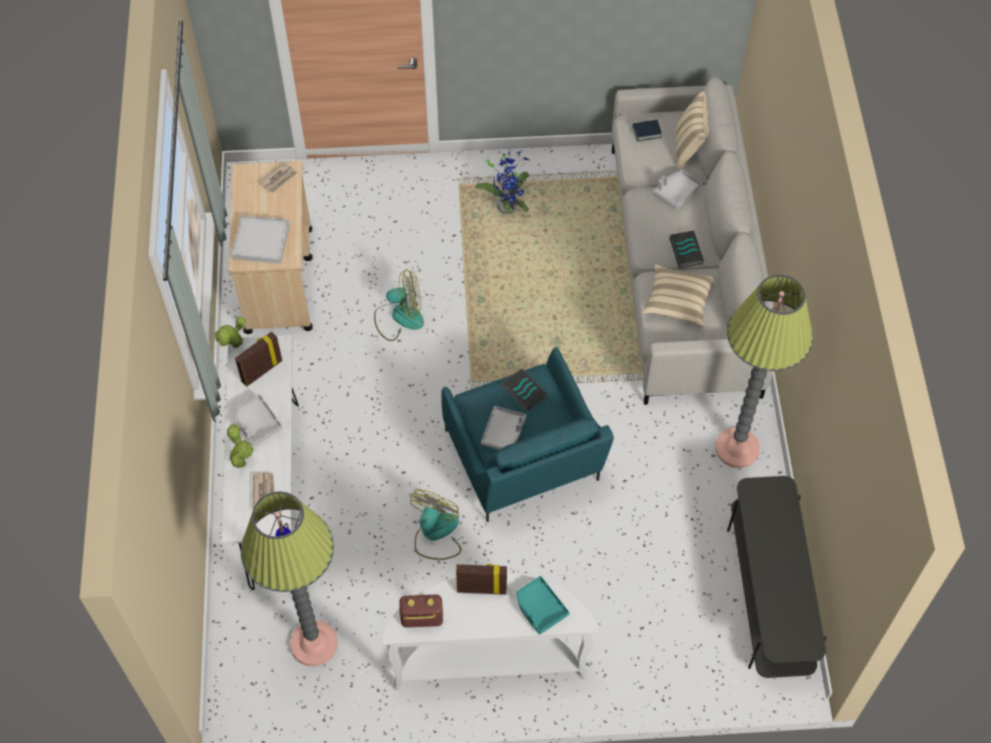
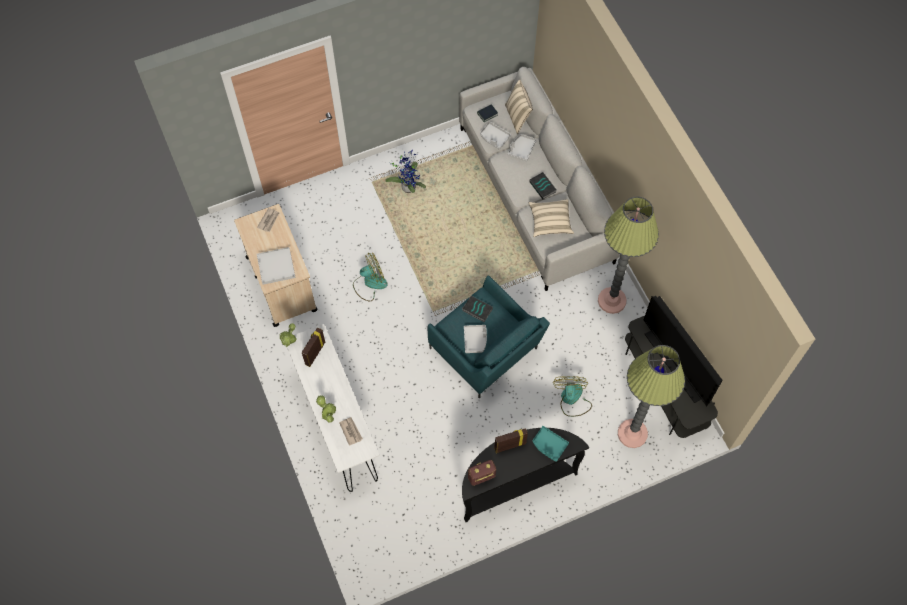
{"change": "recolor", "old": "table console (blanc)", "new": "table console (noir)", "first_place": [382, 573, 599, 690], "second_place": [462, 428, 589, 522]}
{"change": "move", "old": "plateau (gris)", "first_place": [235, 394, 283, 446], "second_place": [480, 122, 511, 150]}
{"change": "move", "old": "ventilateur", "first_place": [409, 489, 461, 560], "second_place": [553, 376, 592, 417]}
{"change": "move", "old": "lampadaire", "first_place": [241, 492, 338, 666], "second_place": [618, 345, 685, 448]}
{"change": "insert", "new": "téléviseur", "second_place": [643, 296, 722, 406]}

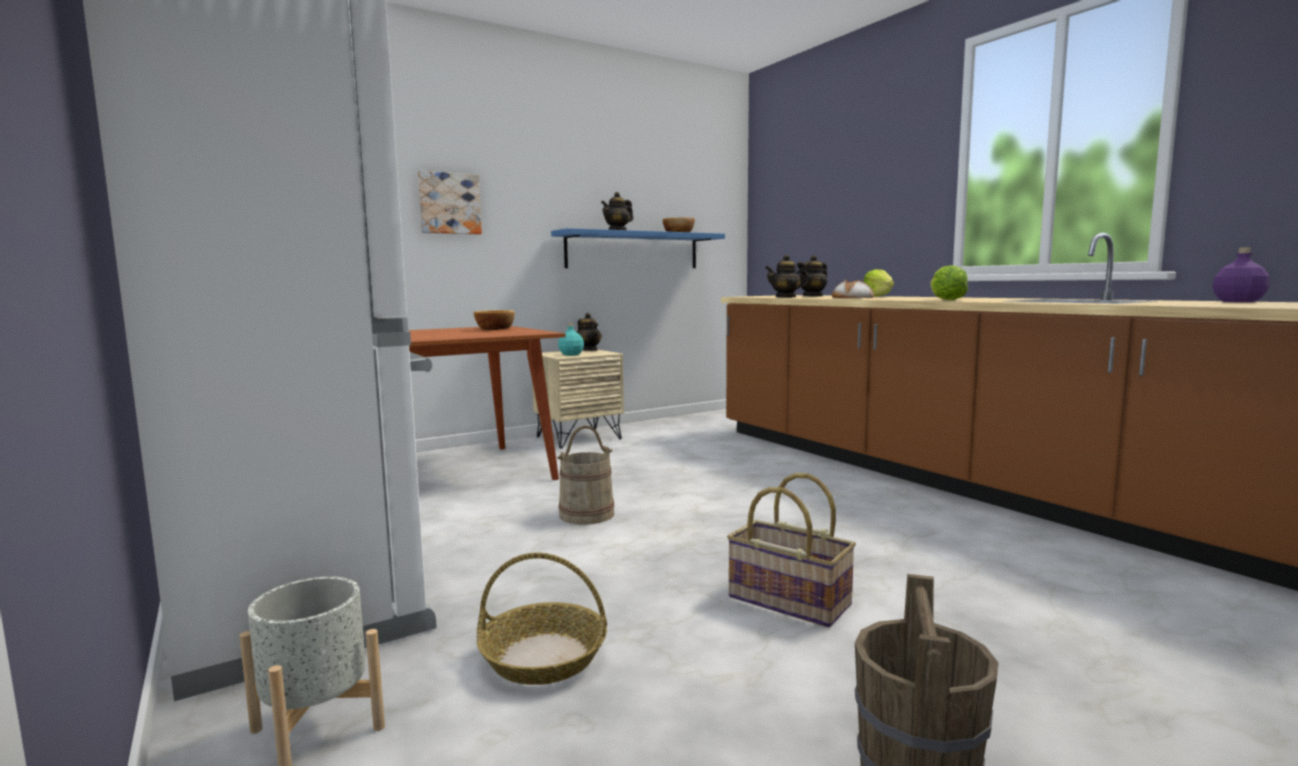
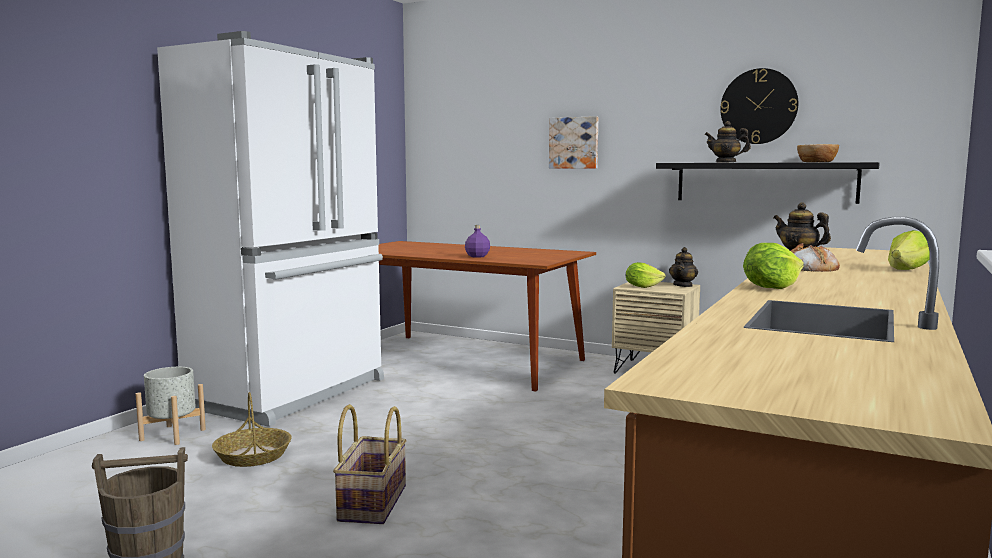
{"change": "move", "old": "bouteille (violet)", "first_place": [1212, 247, 1270, 302], "second_place": [465, 225, 490, 258]}
{"change": "replace", "old": "bouteille (turquoise)", "new": "laitue", "first_place": [558, 323, 584, 356], "second_place": [626, 262, 666, 288]}
{"change": "recolor", "old": "étagère (bleu)", "new": "étagère (noir)", "first_place": [551, 228, 725, 268], "second_place": [656, 162, 880, 204]}
{"change": "insert", "new": "horloge murale", "second_place": [720, 68, 798, 144]}
{"change": "delete", "old": "bol", "first_place": [474, 310, 515, 330]}
{"change": "delete", "old": "seau (beige)", "first_place": [557, 425, 614, 525]}
{"change": "delete", "old": "théière", "first_place": [799, 255, 827, 297]}

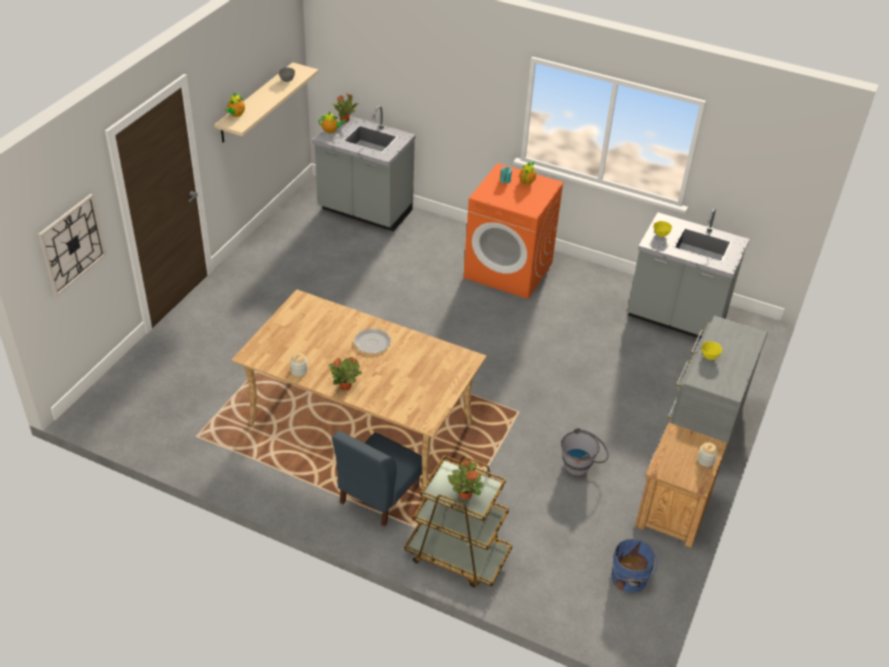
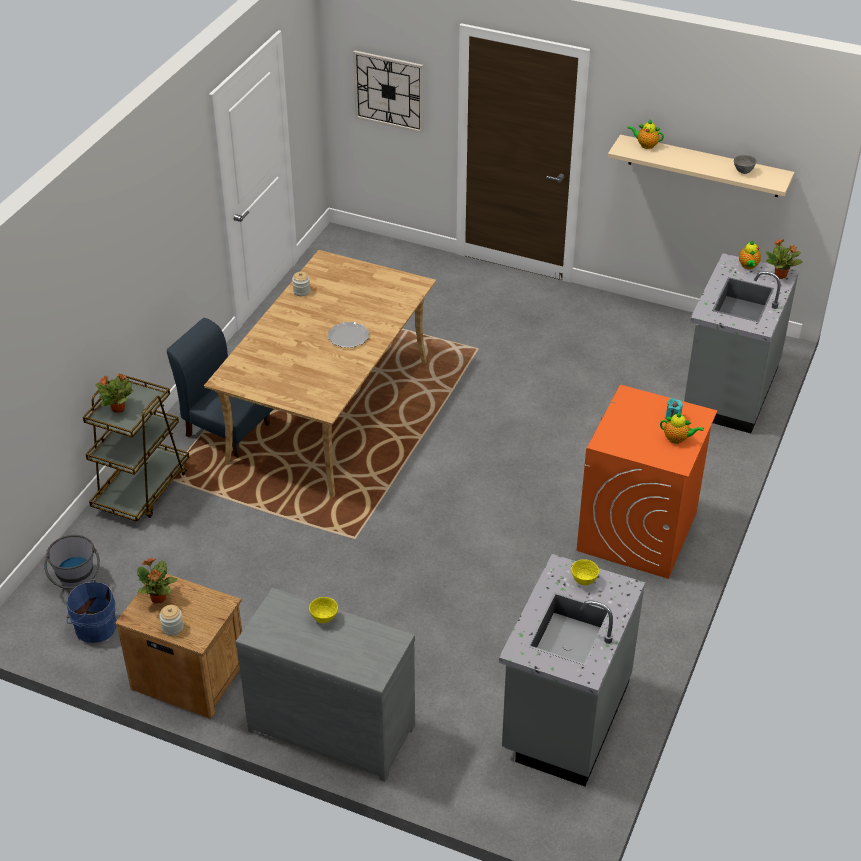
{"change": "move", "old": "seau (gris)", "first_place": [561, 428, 609, 476], "second_place": [44, 535, 100, 589]}
{"change": "move", "old": "plante en pot", "first_place": [328, 357, 362, 390], "second_place": [137, 558, 177, 604]}

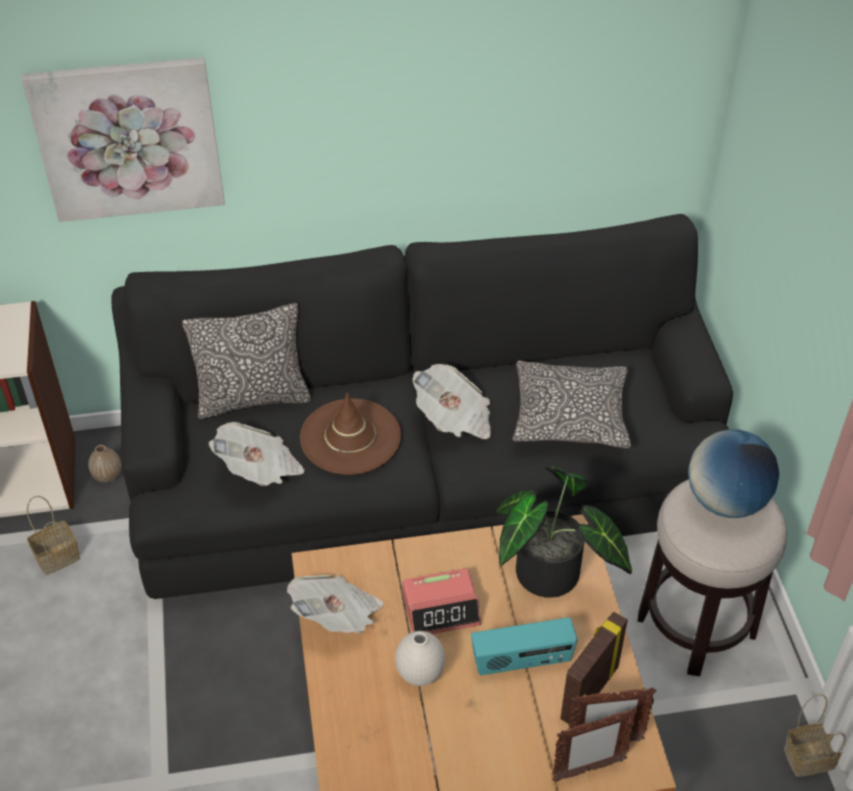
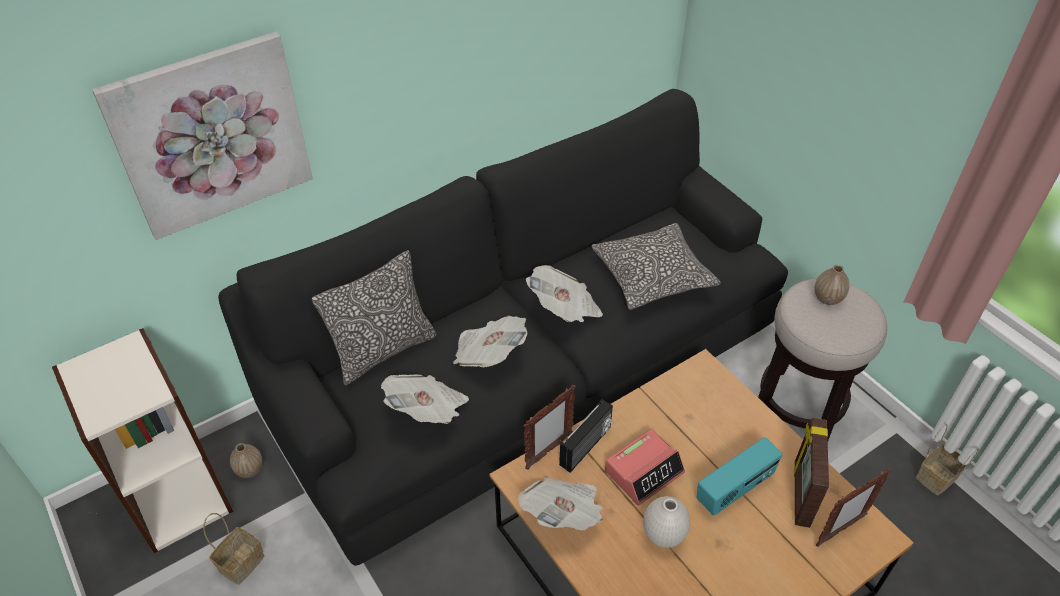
{"change": "replace", "old": "chapeau (marron)", "new": "journal", "first_place": [300, 393, 401, 475], "second_place": [453, 316, 527, 368]}
{"change": "move", "old": "cadre photo", "first_place": [552, 708, 638, 782], "second_place": [523, 385, 576, 469]}
{"change": "insert", "new": "radio", "second_place": [559, 399, 613, 473]}
{"change": "replace", "old": "globe", "new": "vase", "first_place": [688, 429, 779, 518], "second_place": [814, 265, 849, 305]}
{"change": "delete", "old": "plante en pot", "first_place": [495, 465, 632, 598]}

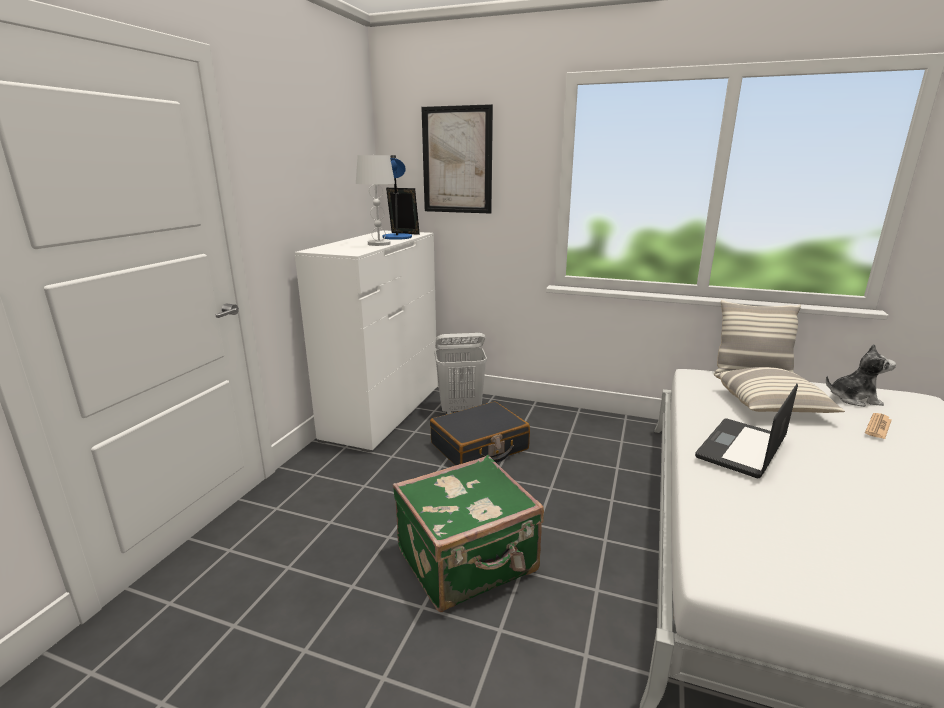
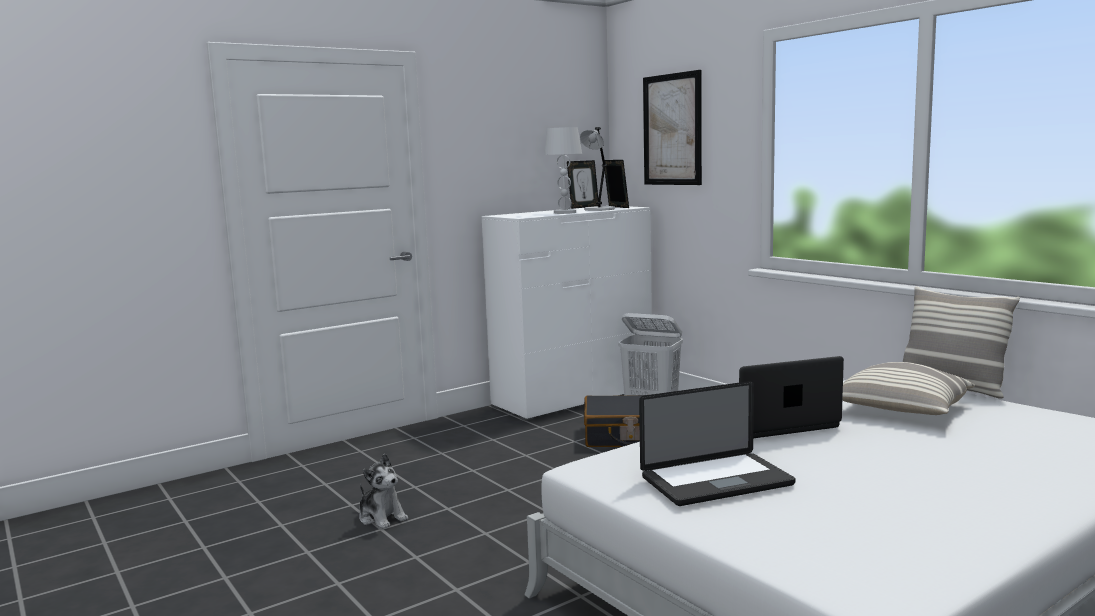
{"change": "move", "old": "peluche", "first_place": [826, 344, 896, 407], "second_place": [359, 453, 408, 529]}
{"change": "insert", "new": "cadre photo", "second_place": [567, 160, 598, 209]}
{"change": "recolor", "old": "lampe de table (bleu)", "new": "lampe de table (gris)", "first_place": [383, 155, 412, 240], "second_place": [580, 127, 615, 211]}
{"change": "insert", "new": "ordinateur portable", "second_place": [639, 381, 795, 506]}
{"change": "delete", "old": "valise (vert)", "first_place": [393, 455, 544, 612]}
{"change": "delete", "old": "journal", "first_place": [865, 413, 892, 439]}

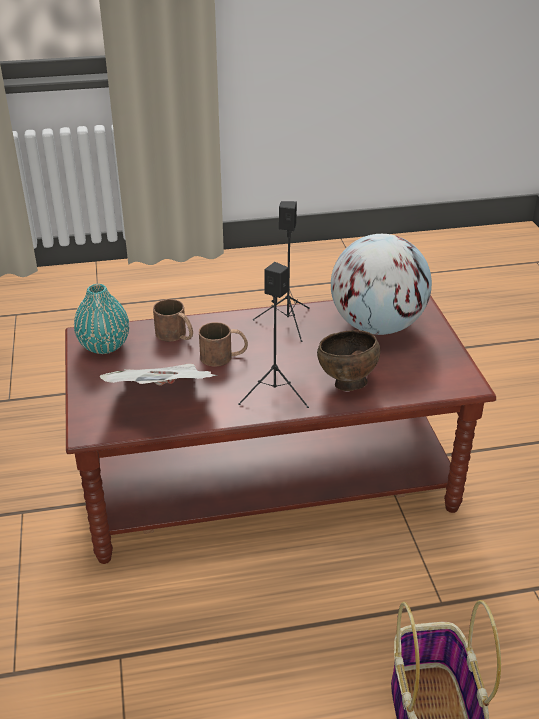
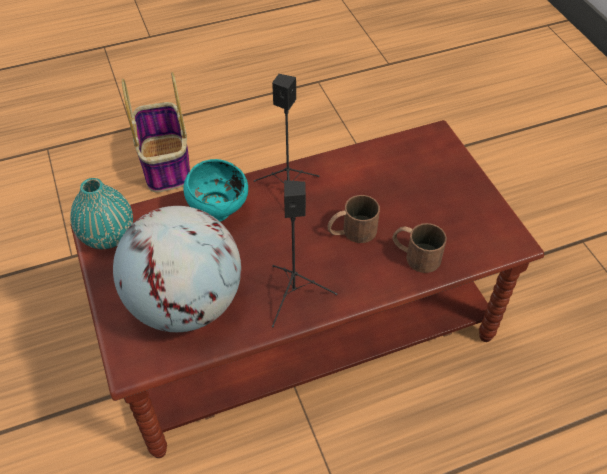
{"change": "move", "old": "vase (turquoise)", "first_place": [74, 284, 129, 354], "second_place": [70, 178, 133, 249]}
{"change": "recolor", "old": "bol (marron)", "new": "bol (turquoise)", "first_place": [317, 330, 380, 391], "second_place": [183, 159, 248, 221]}
{"change": "delete", "old": "journal", "first_place": [100, 364, 218, 386]}

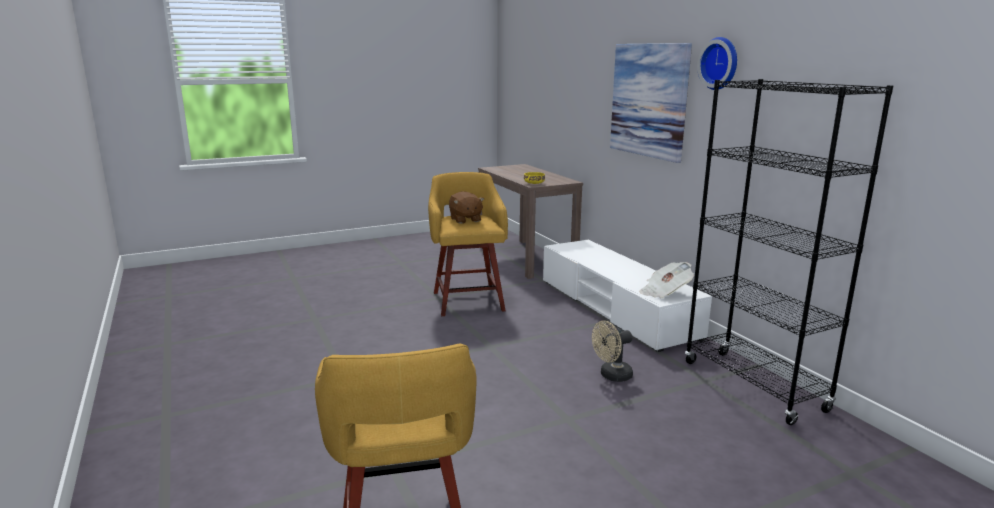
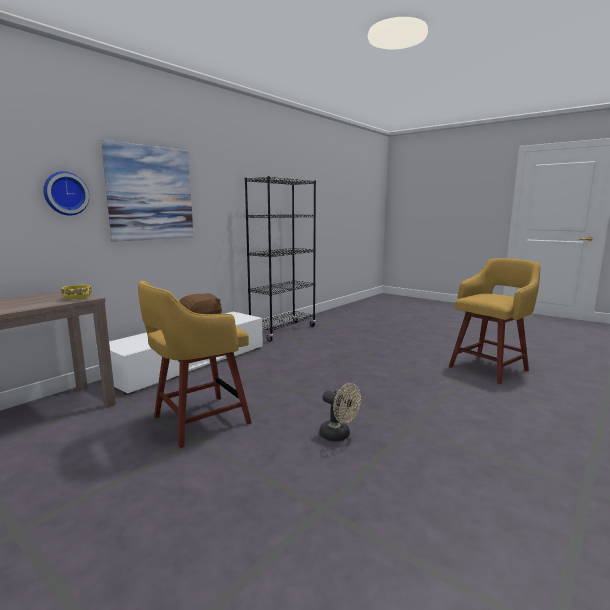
{"change": "move", "old": "horloge murale", "first_place": [697, 37, 737, 90], "second_place": [43, 171, 89, 216]}
{"change": "move", "old": "ventilateur (beige)", "first_place": [592, 321, 633, 382], "second_place": [319, 383, 361, 442]}
{"change": "delete", "old": "journal", "first_place": [639, 262, 694, 298]}

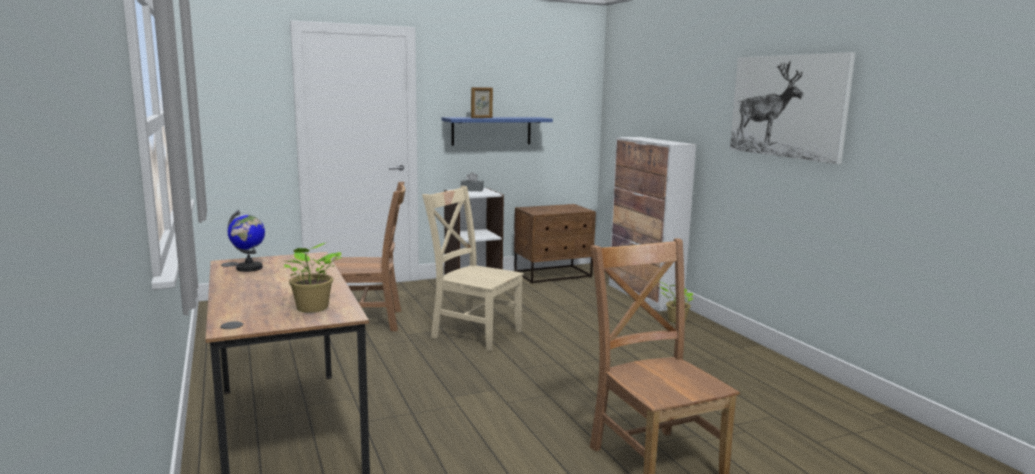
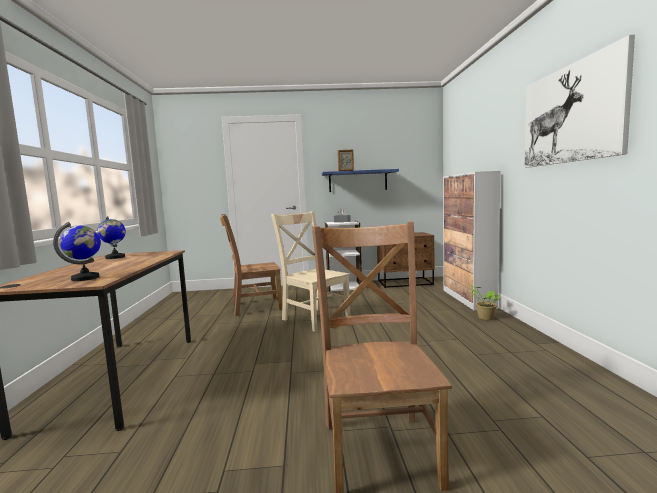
{"change": "replace", "old": "plante en pot", "new": "globe", "first_place": [283, 242, 342, 313], "second_place": [53, 222, 101, 281]}
{"change": "rotate", "old": "chaise (marron)", "first_place": [333, 182, 405, 331], "second_place": [220, 214, 282, 316], "degrees": 150}

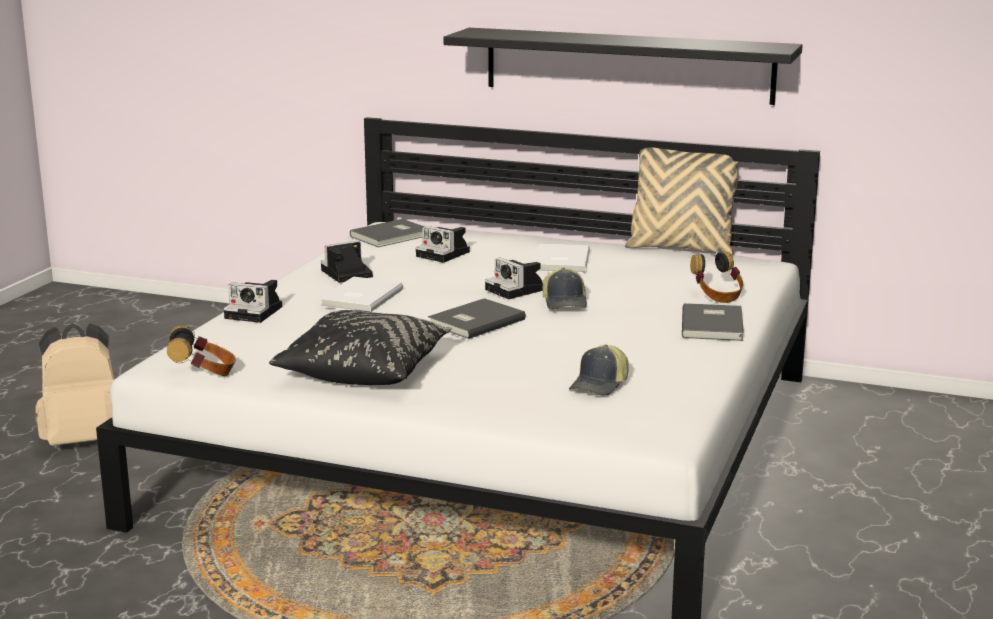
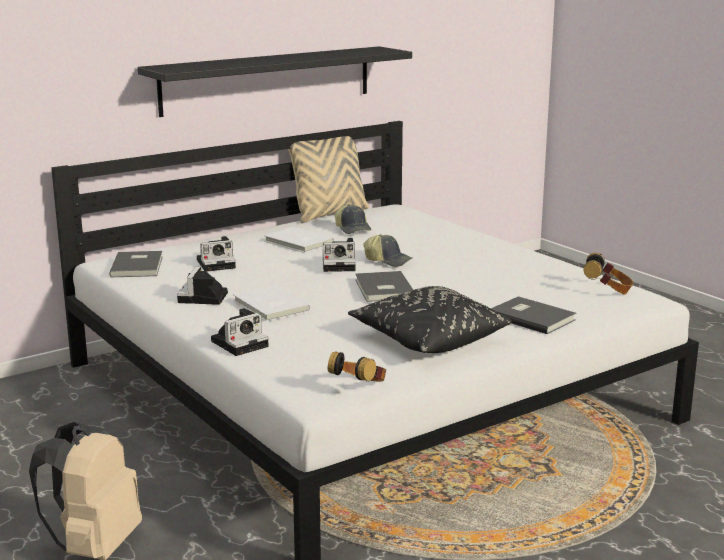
{"change": "move", "old": "casquette", "first_place": [569, 344, 629, 396], "second_place": [335, 204, 371, 234]}
{"change": "move", "old": "livre (gris)", "first_place": [682, 303, 744, 341], "second_place": [491, 296, 576, 334]}
{"change": "move", "old": "casque audio", "first_place": [690, 252, 743, 303], "second_place": [584, 253, 633, 295]}

